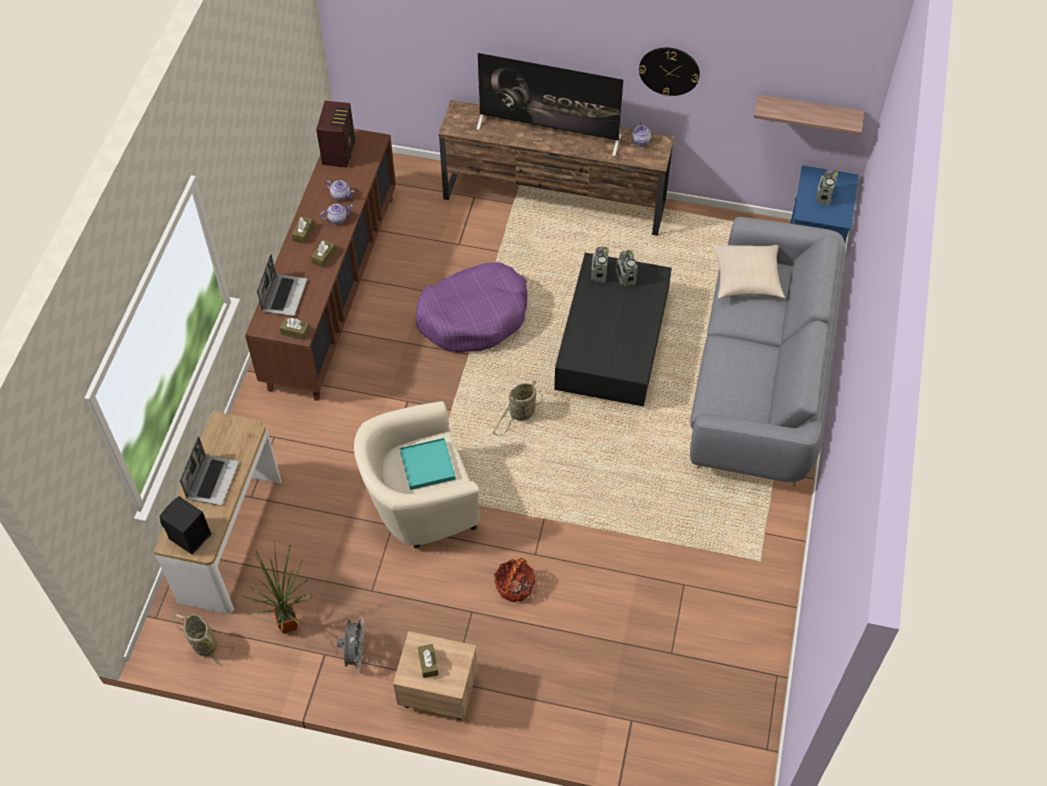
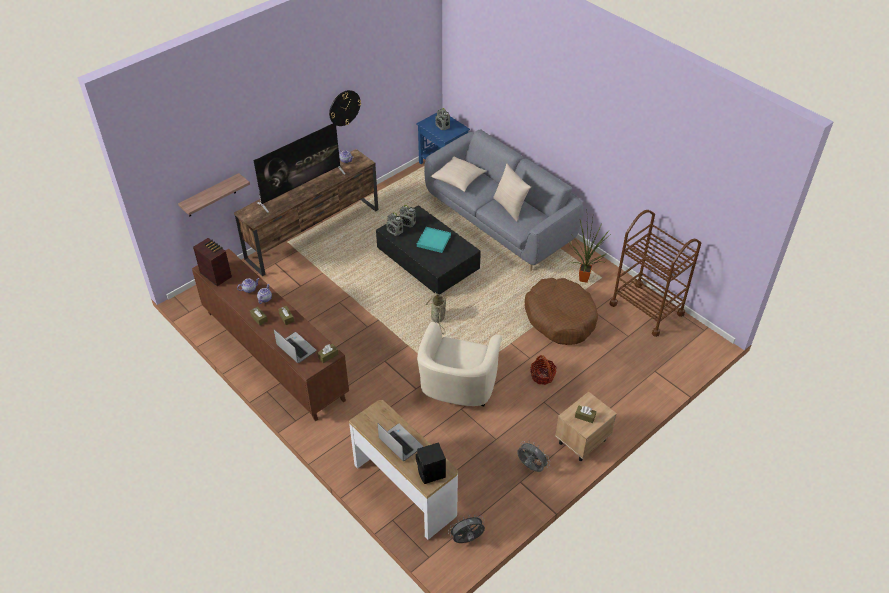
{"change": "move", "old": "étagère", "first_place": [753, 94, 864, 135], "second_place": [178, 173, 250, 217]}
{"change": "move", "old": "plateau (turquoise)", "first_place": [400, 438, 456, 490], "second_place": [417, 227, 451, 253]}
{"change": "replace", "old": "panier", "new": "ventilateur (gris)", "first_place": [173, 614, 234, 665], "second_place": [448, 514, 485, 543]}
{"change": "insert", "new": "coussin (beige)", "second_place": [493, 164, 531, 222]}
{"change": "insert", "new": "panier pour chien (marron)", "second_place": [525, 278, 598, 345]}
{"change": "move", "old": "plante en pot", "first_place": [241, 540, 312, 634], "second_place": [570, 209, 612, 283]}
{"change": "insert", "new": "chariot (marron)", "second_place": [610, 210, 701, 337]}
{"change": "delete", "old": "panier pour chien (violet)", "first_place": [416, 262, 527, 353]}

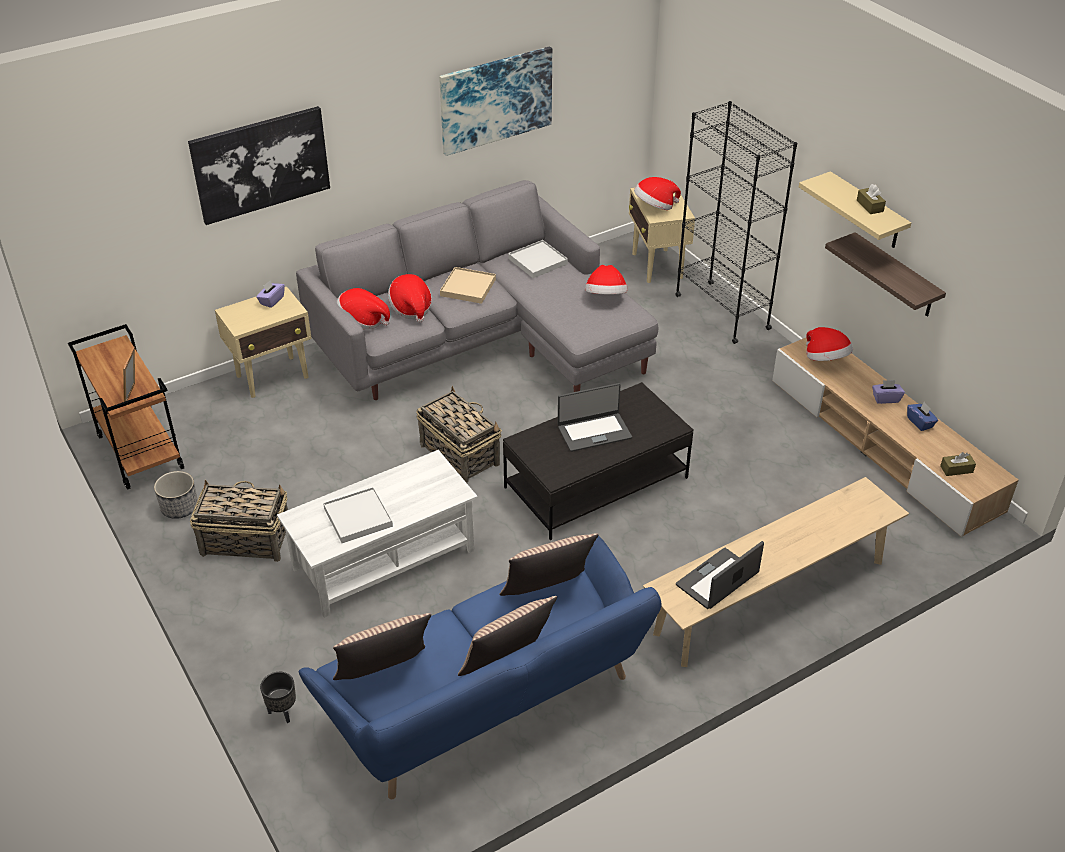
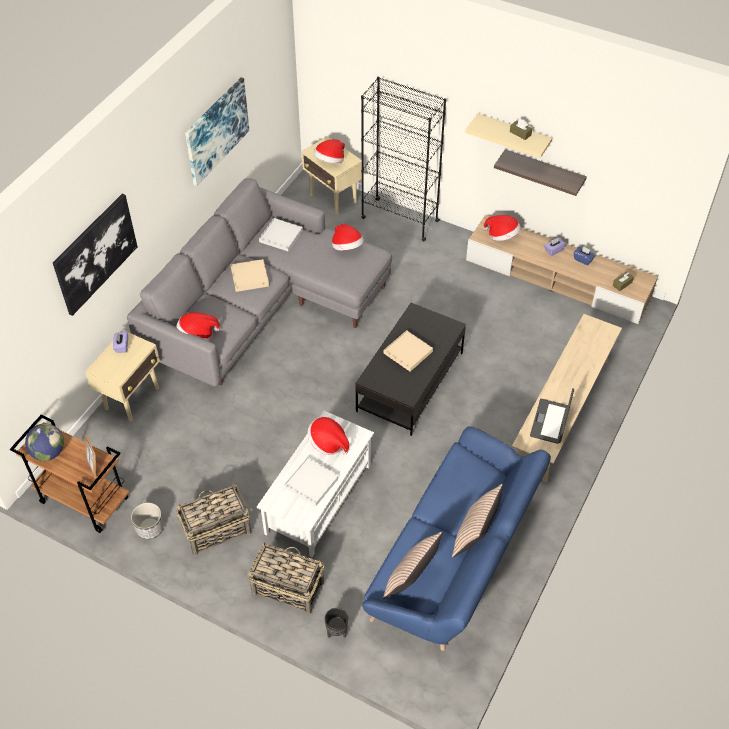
{"change": "insert", "new": "globe", "second_place": [25, 424, 64, 461]}
{"change": "move", "old": "panier", "first_place": [416, 386, 502, 483], "second_place": [248, 542, 324, 615]}
{"change": "move", "old": "chapeau", "first_place": [388, 274, 432, 323], "second_place": [308, 417, 349, 455]}
{"change": "replace", "old": "ordinateur portable", "new": "plateau (beige)", "first_place": [558, 383, 632, 452], "second_place": [384, 330, 433, 372]}
{"change": "delete", "old": "coussin", "first_place": [499, 533, 599, 596]}

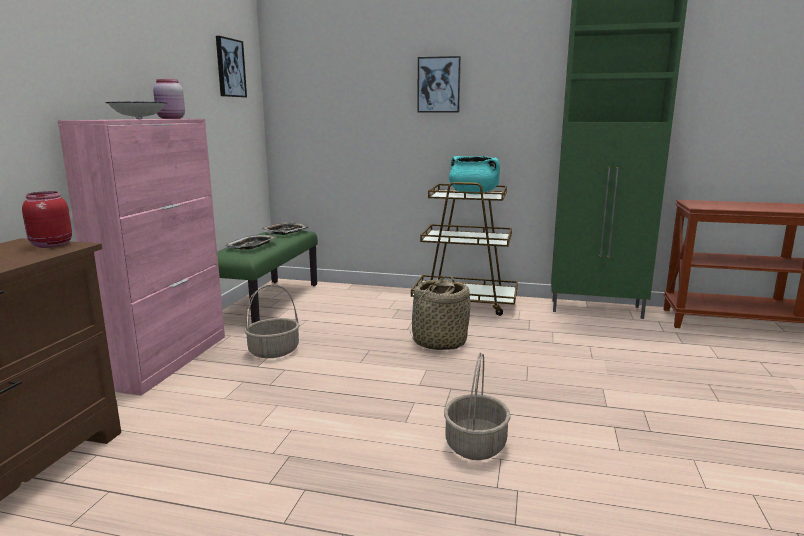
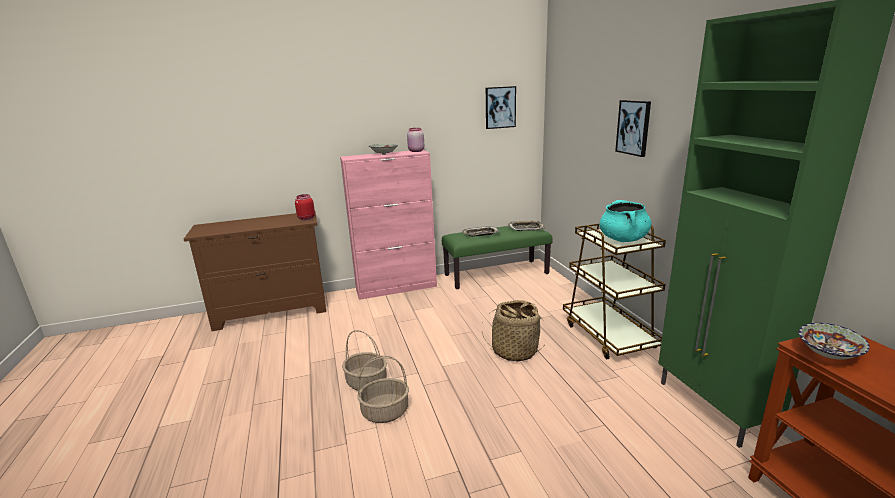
{"change": "move", "old": "panier", "first_place": [244, 284, 300, 358], "second_place": [342, 330, 387, 391]}
{"change": "insert", "new": "bol", "second_place": [799, 323, 870, 360]}

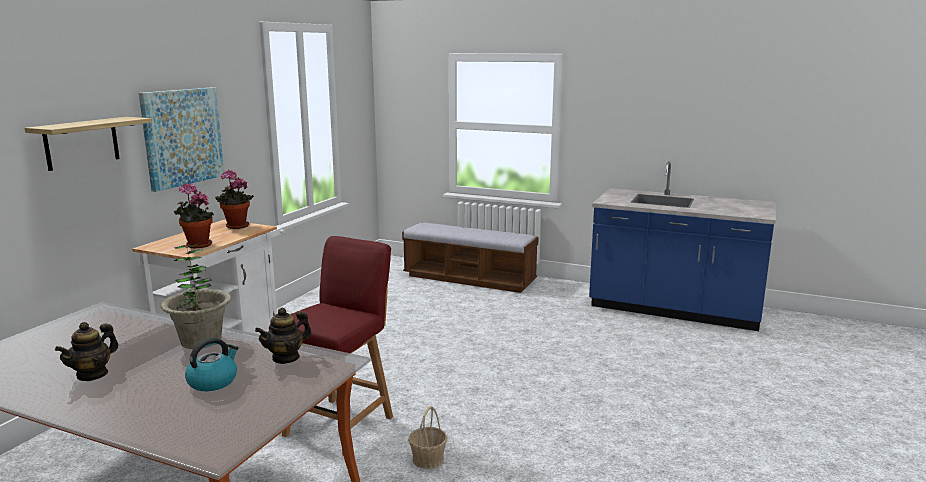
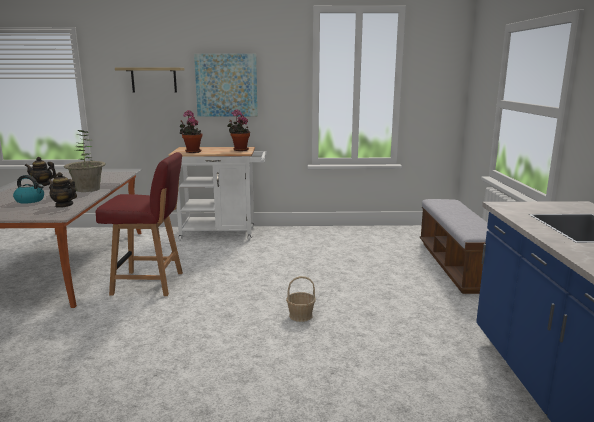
{"change": "move", "old": "panier", "first_place": [408, 406, 448, 469], "second_place": [286, 276, 316, 322]}

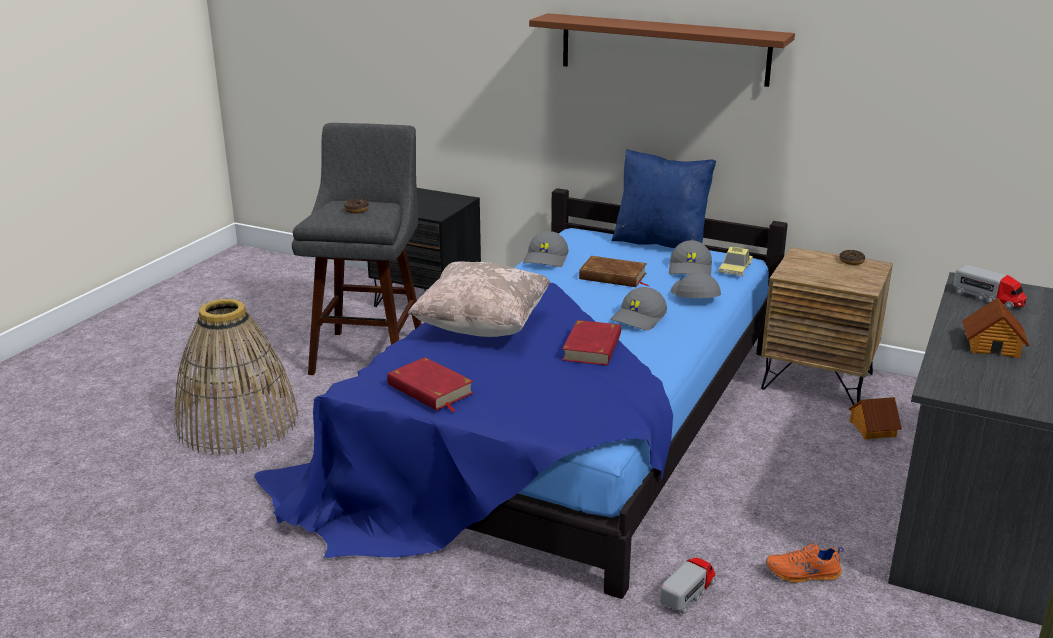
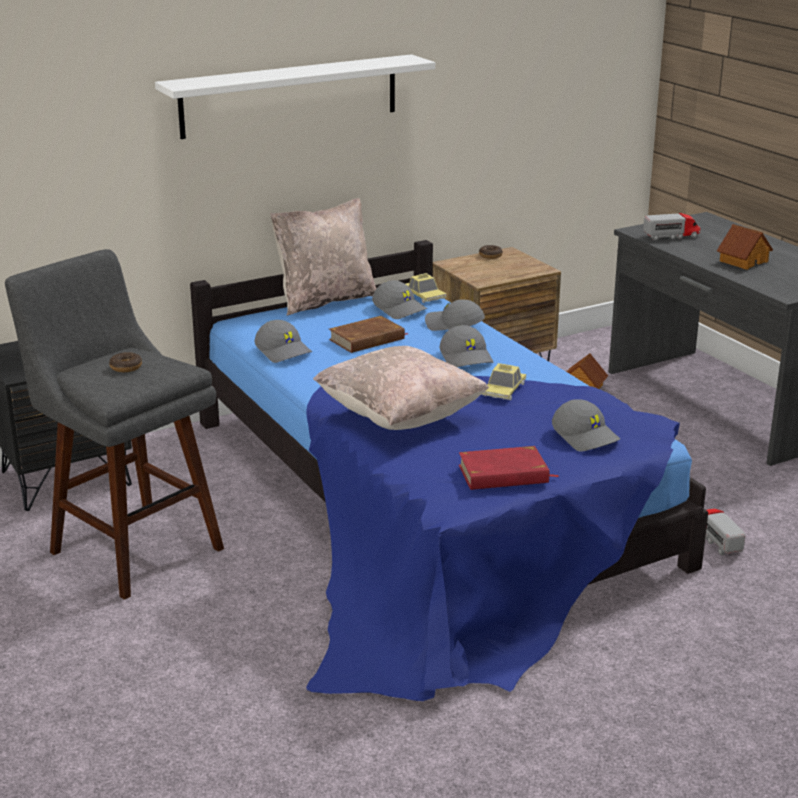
{"change": "recolor", "old": "étagère (marron)", "new": "étagère (blanc)", "first_place": [529, 13, 795, 87], "second_place": [155, 54, 435, 139]}
{"change": "recolor", "old": "coussin (bleu)", "new": "coussin (beige)", "first_place": [611, 149, 716, 248], "second_place": [270, 198, 377, 316]}
{"change": "replace", "old": "livre (rouge)", "new": "petite voiture", "first_place": [562, 320, 621, 366], "second_place": [481, 363, 526, 400]}
{"change": "insert", "new": "casquette (gris)", "second_place": [552, 399, 620, 452]}
{"change": "delete", "old": "panier", "first_place": [174, 299, 298, 456]}
{"change": "delete", "old": "chaussure (orange)", "first_place": [766, 543, 844, 583]}

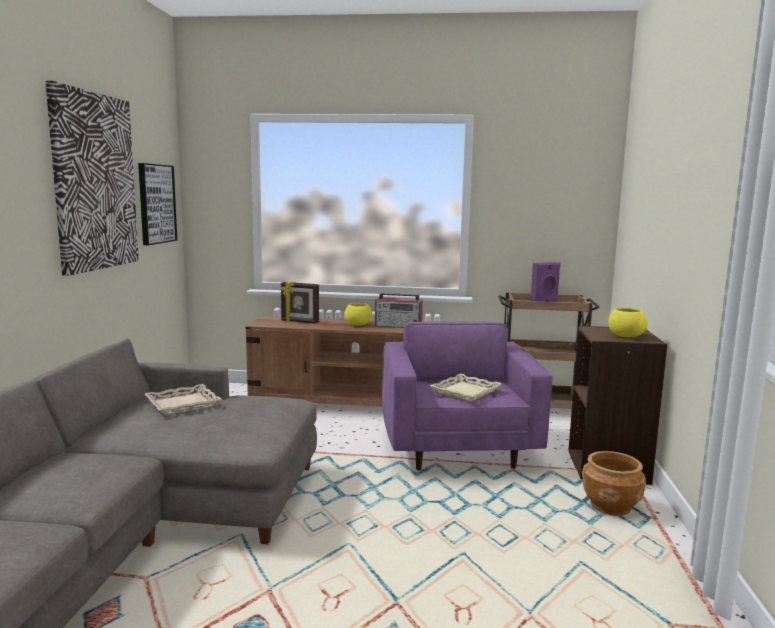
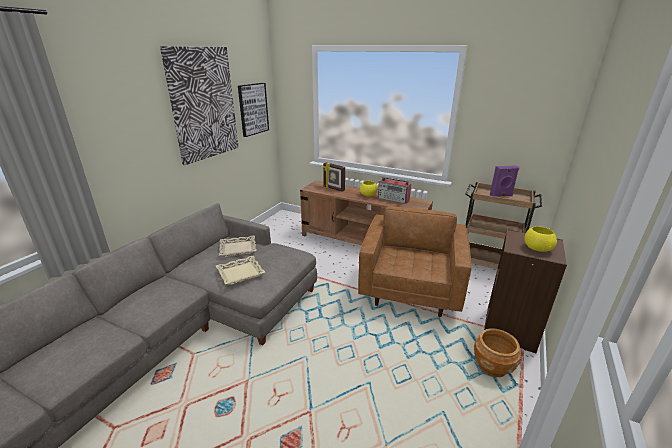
{"change": "move", "old": "plateau (beige)", "first_place": [430, 373, 502, 401], "second_place": [216, 256, 265, 285]}
{"change": "recolor", "old": "fauteuil (violet)", "new": "fauteuil (marron)", "first_place": [382, 321, 553, 470], "second_place": [358, 207, 472, 317]}

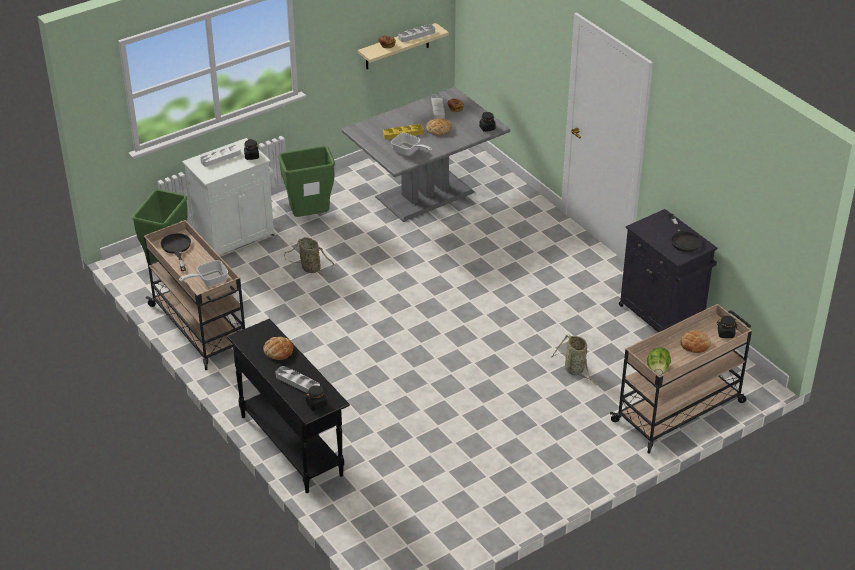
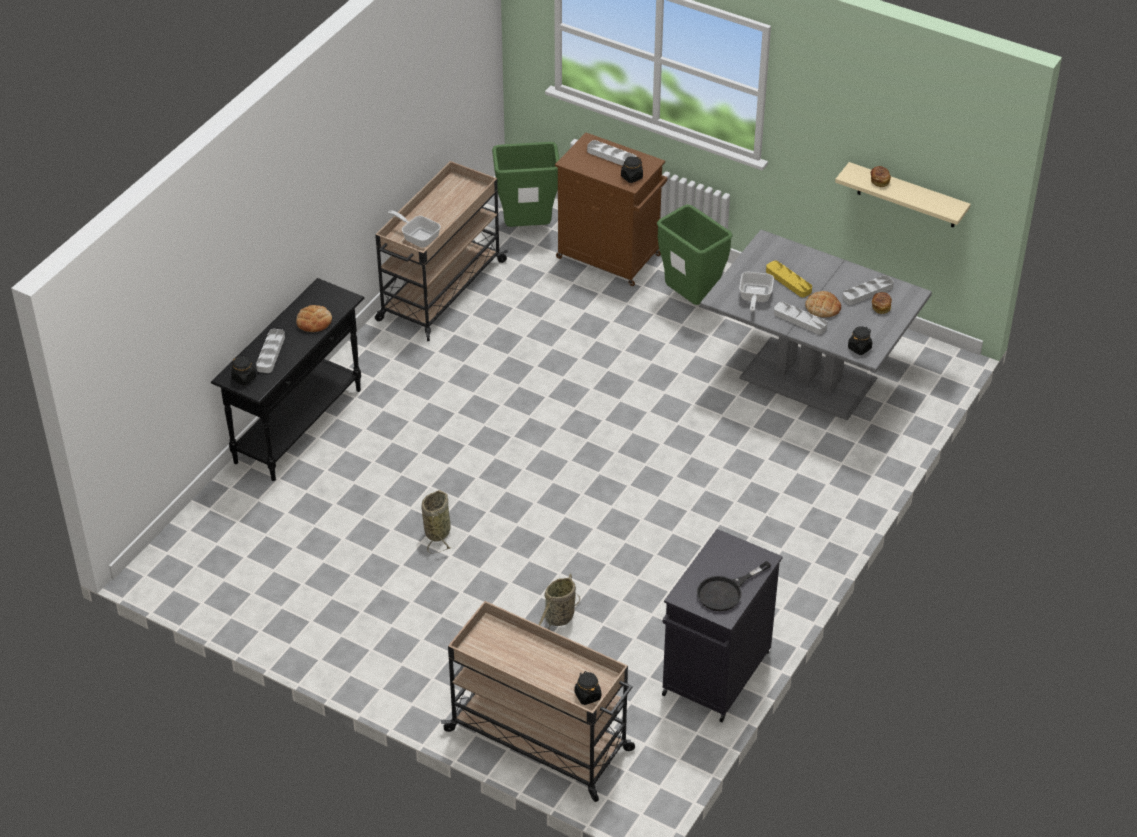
{"change": "move", "old": "panier", "first_place": [284, 237, 334, 276], "second_place": [421, 490, 451, 553]}
{"change": "recolor", "old": "meuble de rangement (blanc)", "new": "meuble de rangement (marron)", "first_place": [182, 138, 276, 255], "second_place": [555, 133, 667, 286]}
{"change": "move", "old": "plateau (gris)", "first_place": [398, 24, 435, 42], "second_place": [774, 302, 827, 335]}
{"change": "delete", "old": "poêle (noir)", "first_place": [161, 233, 191, 271]}
{"change": "delete", "old": "laitue", "first_place": [647, 347, 671, 376]}
{"change": "delete", "old": "pain", "first_place": [681, 330, 711, 353]}

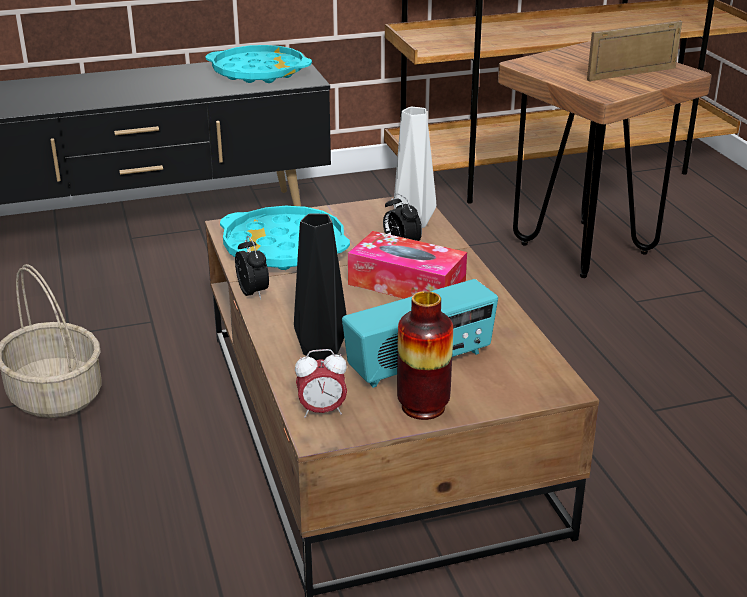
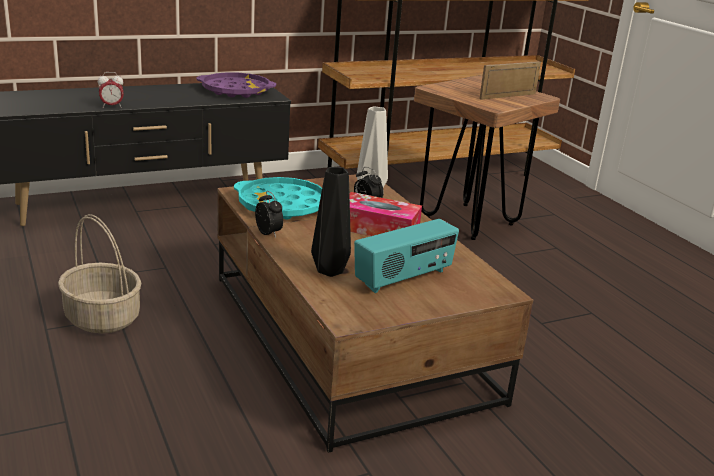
{"change": "move", "old": "réveil", "first_place": [295, 349, 347, 418], "second_place": [98, 72, 124, 108]}
{"change": "recolor", "old": "plateau (turquoise)", "new": "plateau (violet)", "first_place": [205, 45, 312, 83], "second_place": [196, 72, 276, 98]}
{"change": "delete", "old": "vase", "first_place": [397, 291, 453, 420]}

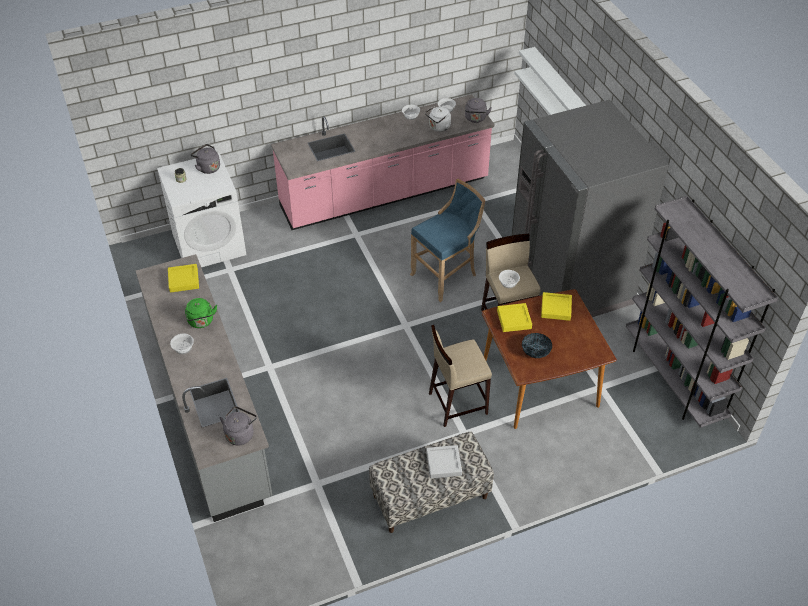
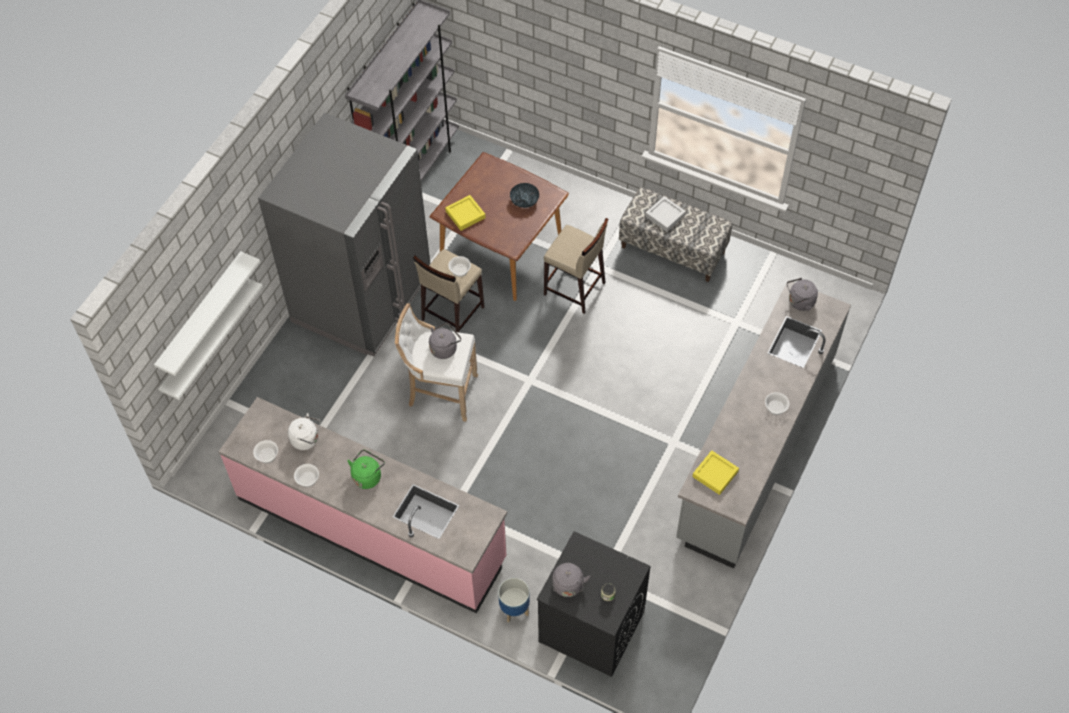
{"change": "move", "old": "bouilloire (vert)", "first_place": [185, 298, 217, 328], "second_place": [347, 449, 385, 489]}
{"change": "recolor", "old": "tabouret (bleu)", "new": "tabouret (blanc)", "first_place": [410, 179, 486, 302], "second_place": [395, 303, 478, 421]}
{"change": "move", "old": "bouilloire (gris)", "first_place": [465, 98, 492, 123], "second_place": [429, 322, 461, 359]}
{"change": "insert", "new": "cache-pot", "second_place": [498, 578, 530, 622]}
{"change": "recolor", "old": "lave-linge (blanc)", "new": "lave-linge (noir)", "first_place": [157, 153, 247, 267], "second_place": [537, 531, 651, 677]}
{"change": "delete", "old": "plateau (jaune)", "first_place": [497, 303, 532, 332]}

